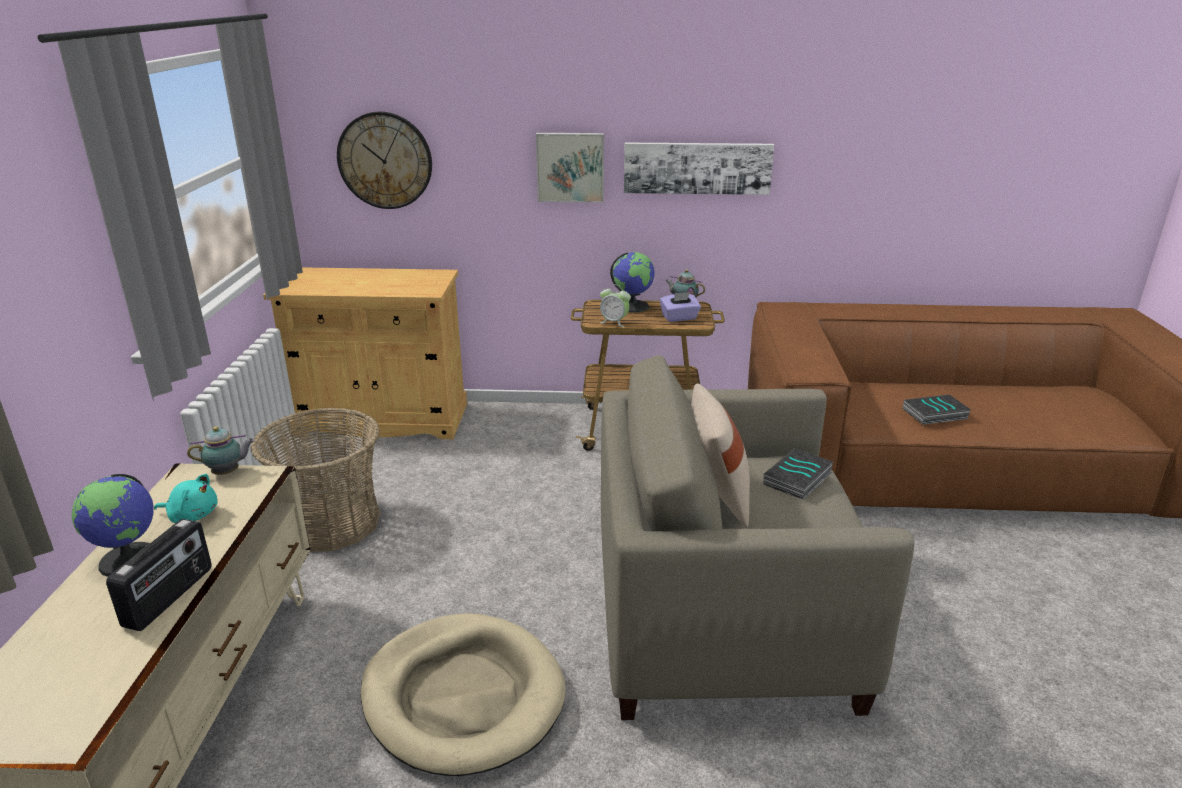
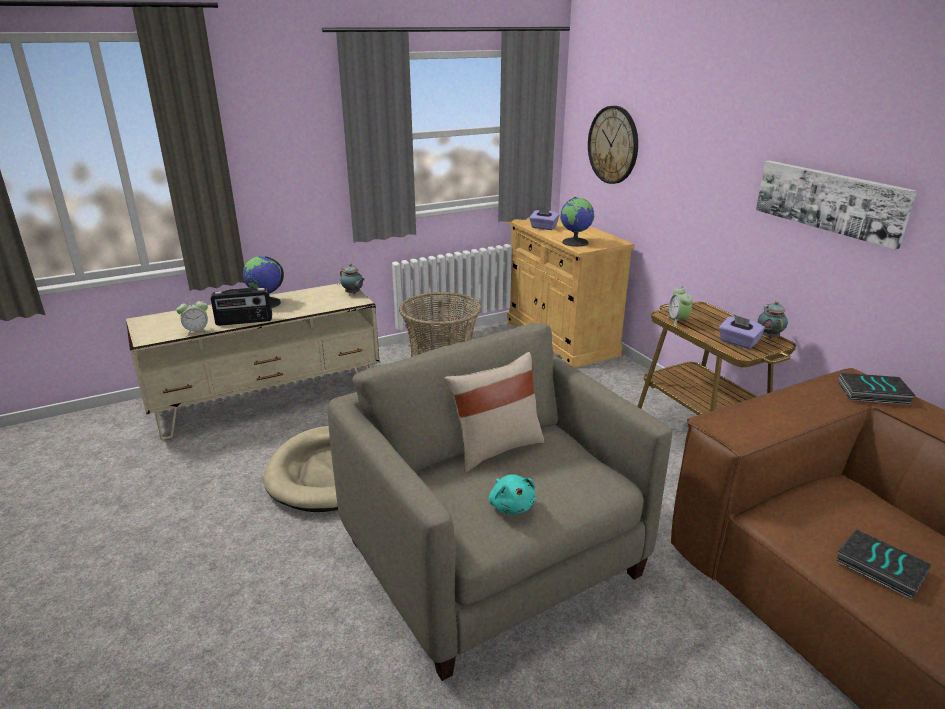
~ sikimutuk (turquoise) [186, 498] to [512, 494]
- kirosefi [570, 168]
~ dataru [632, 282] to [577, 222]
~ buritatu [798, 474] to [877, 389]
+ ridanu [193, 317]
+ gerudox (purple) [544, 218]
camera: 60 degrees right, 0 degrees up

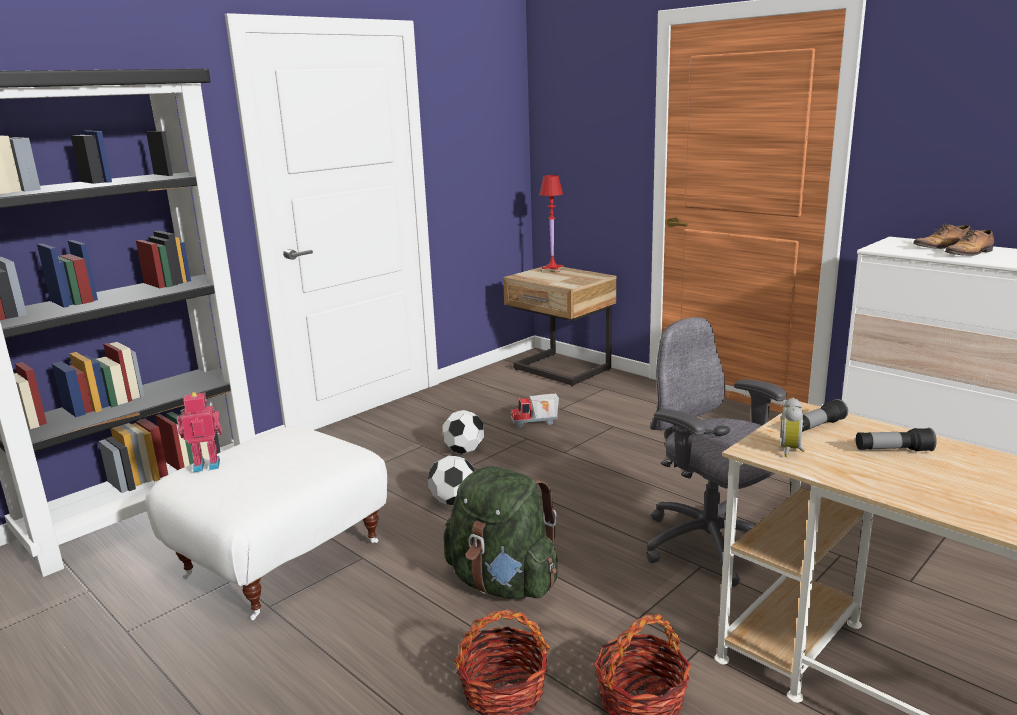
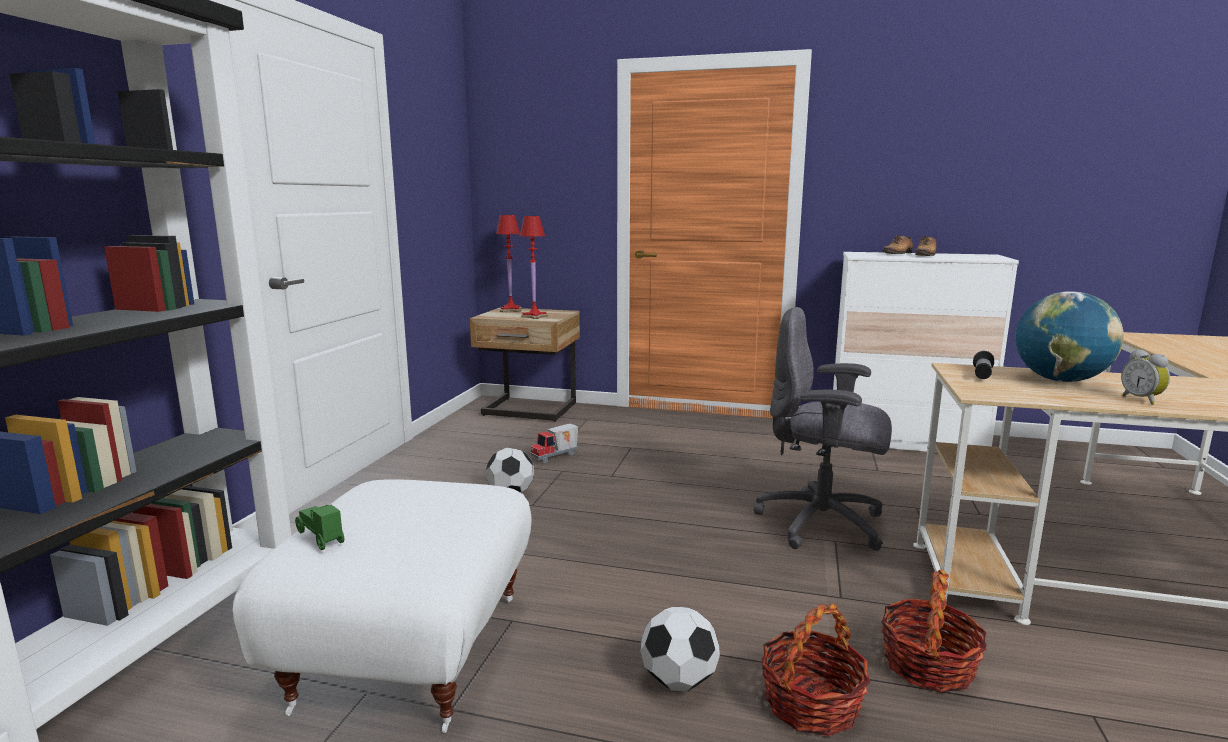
~ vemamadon [199, 432] to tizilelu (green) [319, 527]
~ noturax [451, 480] to [680, 649]
- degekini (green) [501, 532]
~ ridanu [792, 427] to [1145, 377]
~ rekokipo [896, 439] to dataru [1069, 336]
+ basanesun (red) [533, 267]
camera: 30 degrees left, 5 degrees down

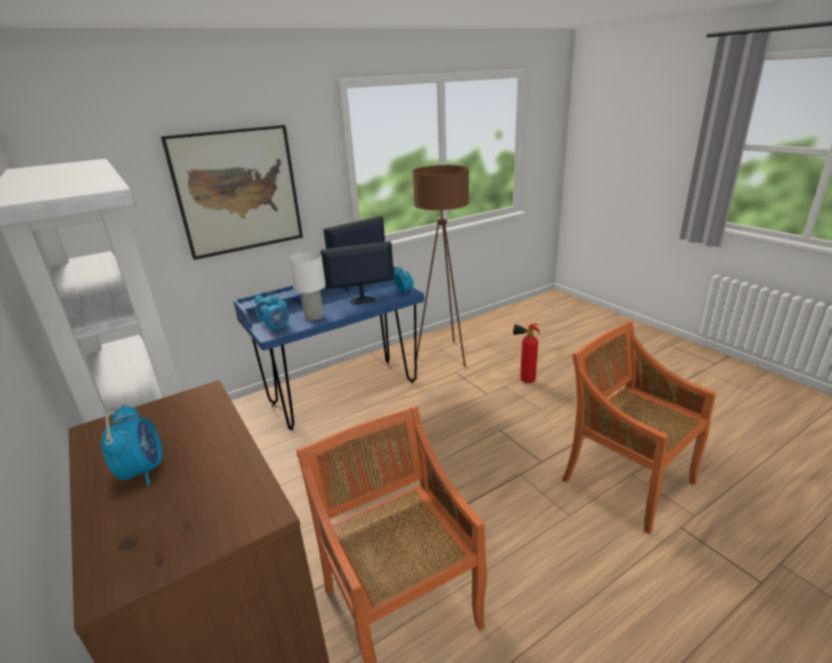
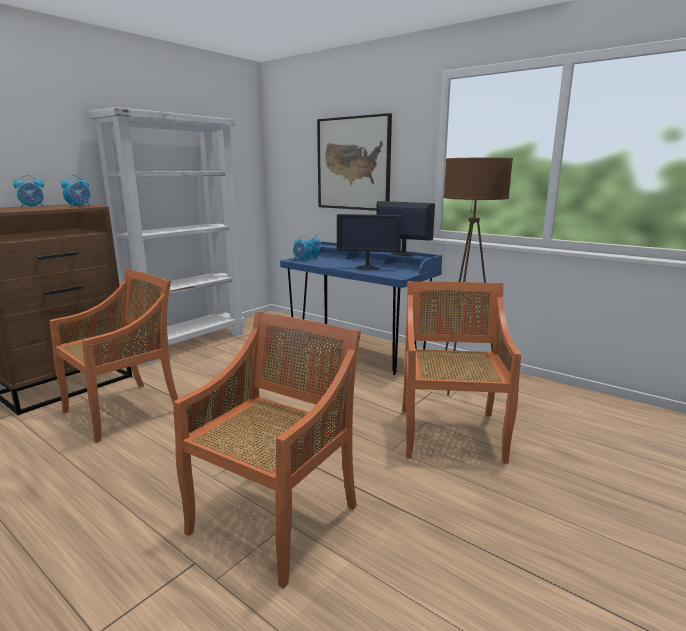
- basanesun (white) [307, 286]
~ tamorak [357, 273] = [369, 242] 135 degrees clockwise
~ ridanu [404, 279] to [76, 191]
~ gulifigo [526, 353] to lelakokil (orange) [462, 372]
camera: 70 degrees right, 10 degrees down

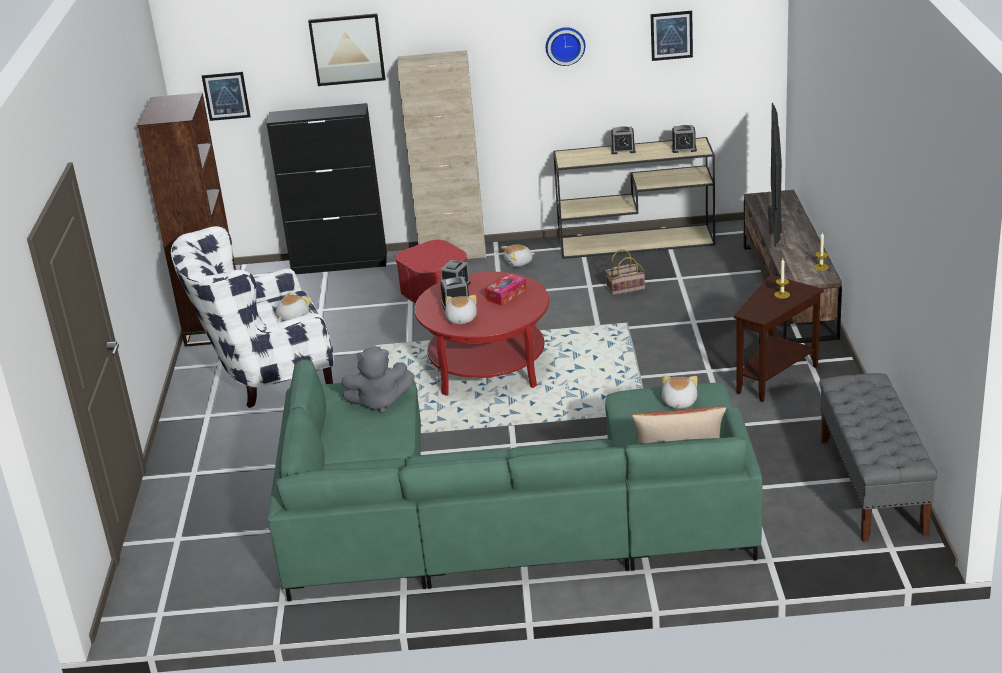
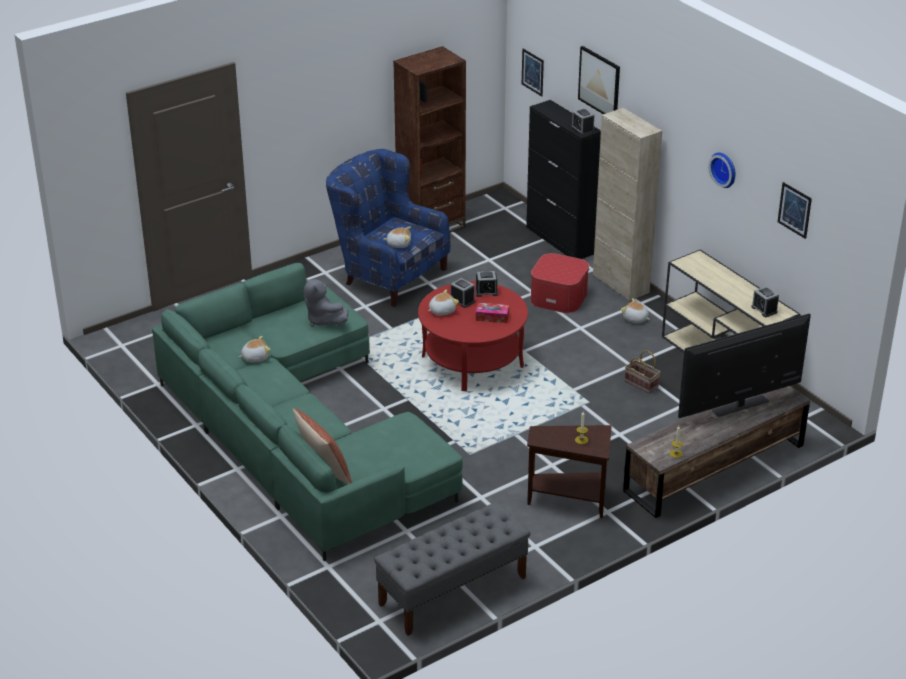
~ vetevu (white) [252, 317] to vetevu (blue) [388, 228]
~ ridanu [623, 140] to [582, 121]
~ sikimutuk [680, 392] to [254, 349]
camera: 55 degrees right, 5 degrees up

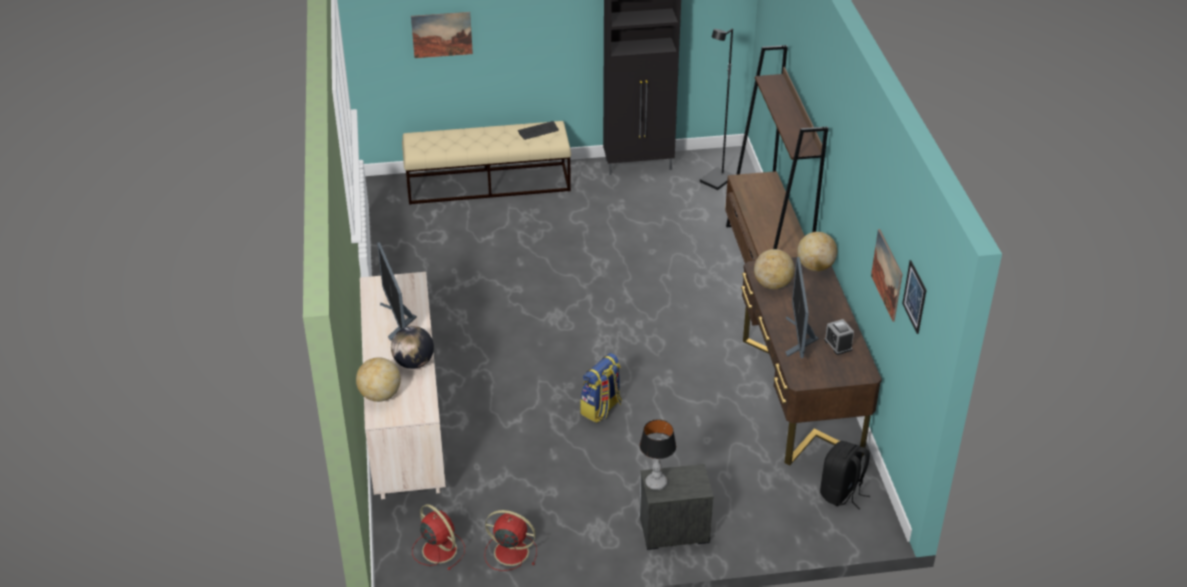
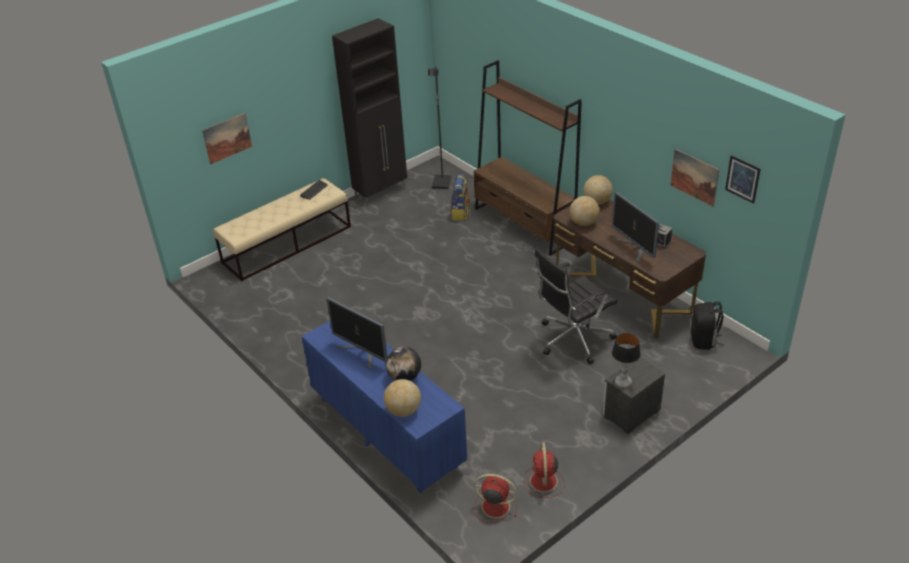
~ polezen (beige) [403, 385] to polezen (blue) [384, 407]
~ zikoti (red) [511, 540] = [544, 470] 75 degrees counterclockwise
~ degekini [601, 388] to [460, 197]
+ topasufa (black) [575, 306]
camera: 30 degrees left, 0 degrees up

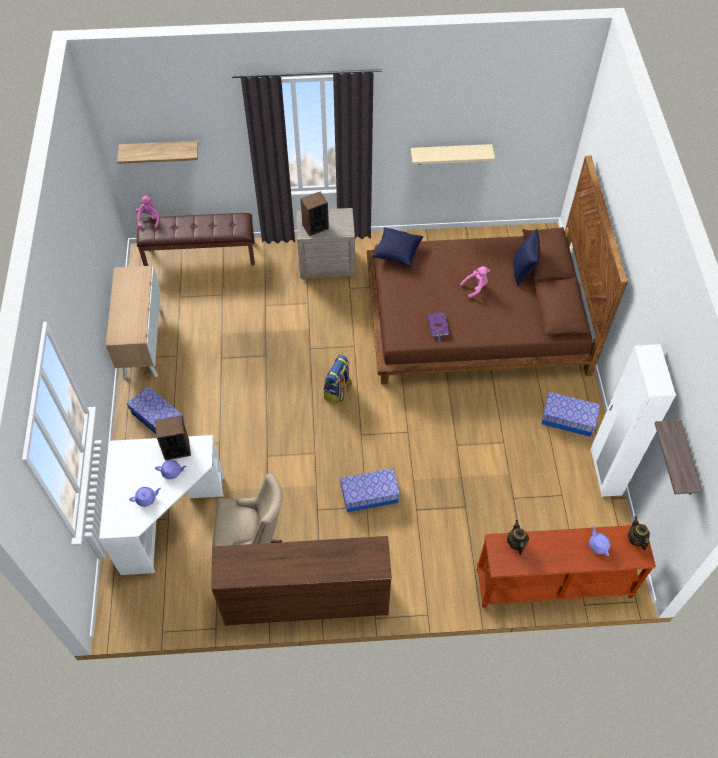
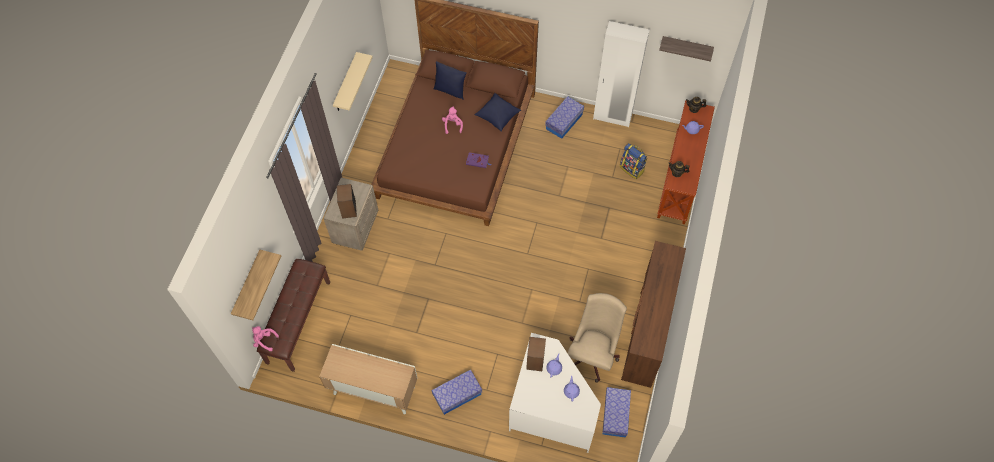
~ degekini [338, 379] to [633, 161]
~ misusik [370, 490] to [616, 412]
~ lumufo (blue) [397, 247] to [498, 112]
camera: 70 degrees left, 5 degrees up

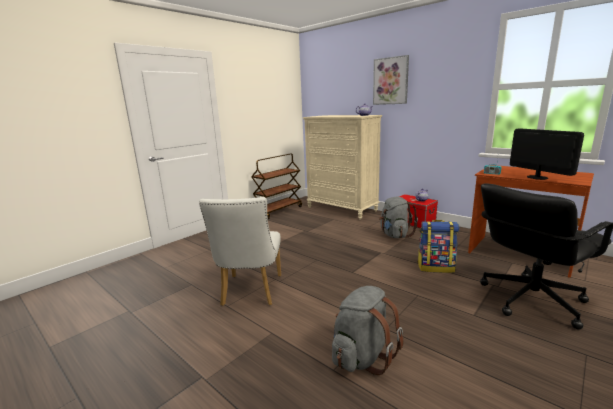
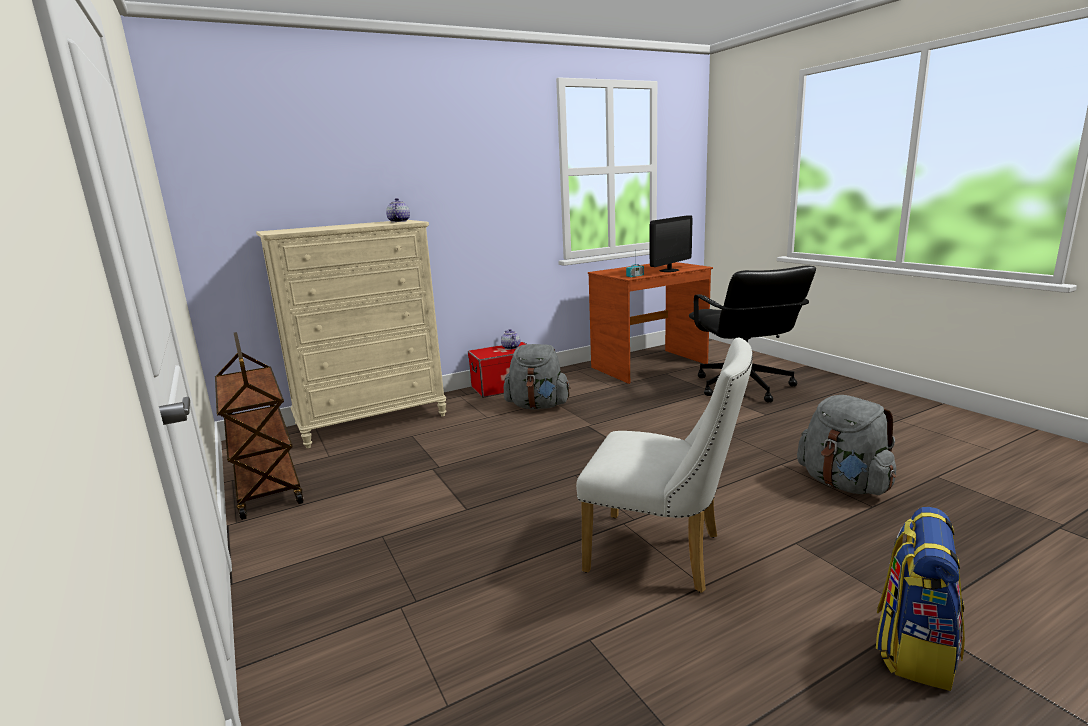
- kirosefi [391, 80]
~ degekini [438, 246] to [920, 599]
~ tamorak [547, 154] = [671, 243] 135 degrees clockwise
camera: 70 degrees left, 0 degrees up

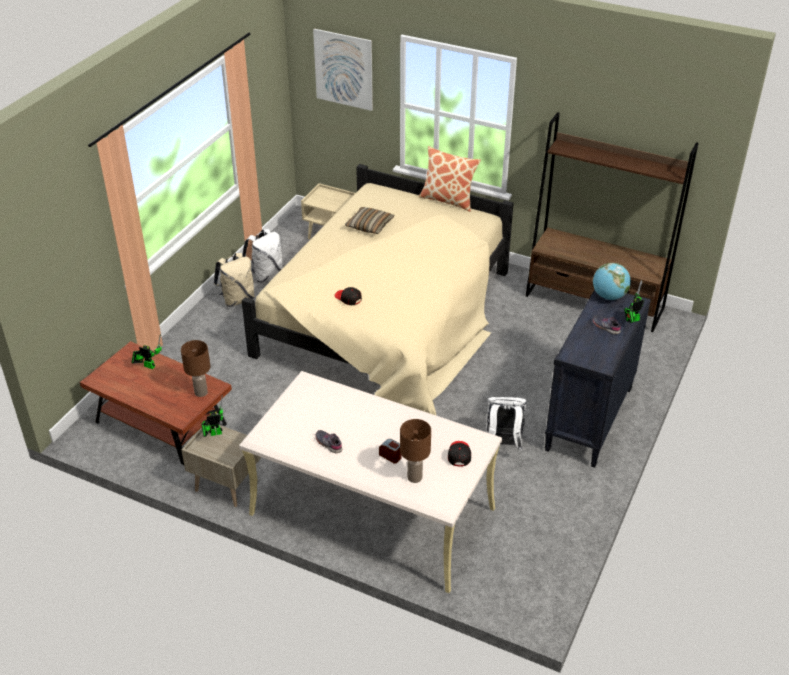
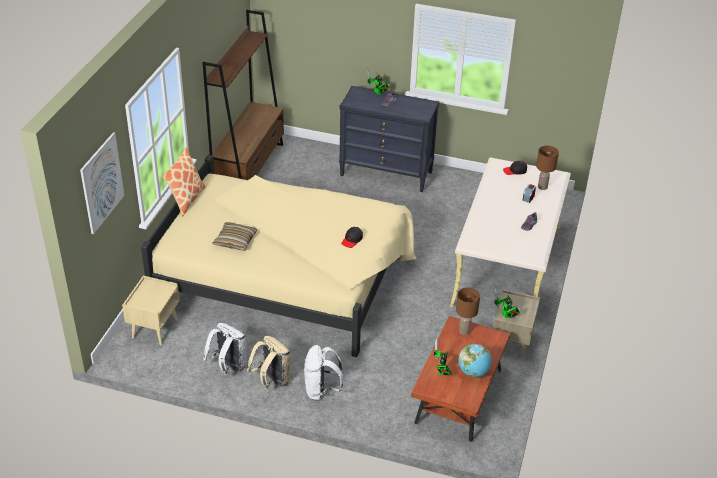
~ degekini (white) [506, 424] to [323, 373]
~ dataru [612, 281] to [475, 360]
camera: 100 degrees left, 0 degrees up

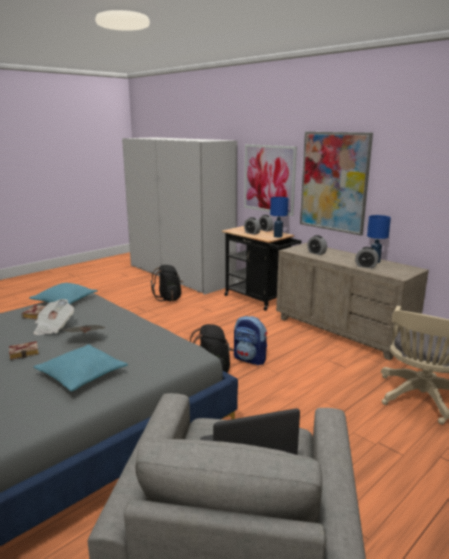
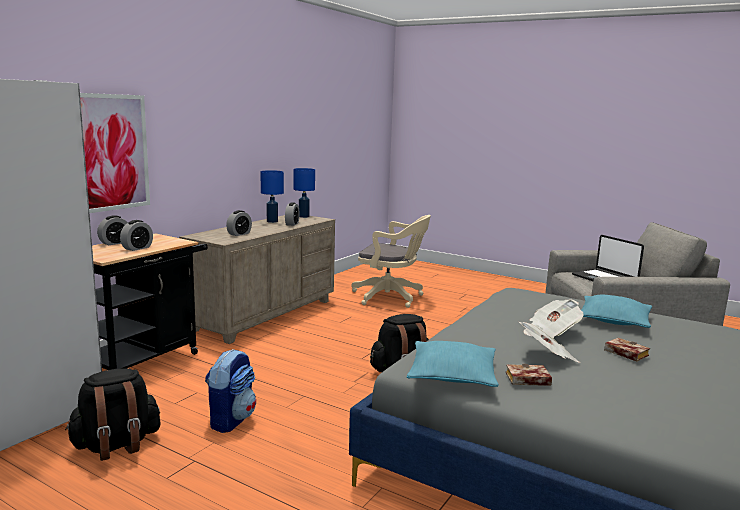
~ degekini [250, 340] to [230, 391]
~ basanesun (blue) [279, 217] to [304, 193]
- kirosefi [336, 184]
camera: 105 degrees left, 5 degrees down

